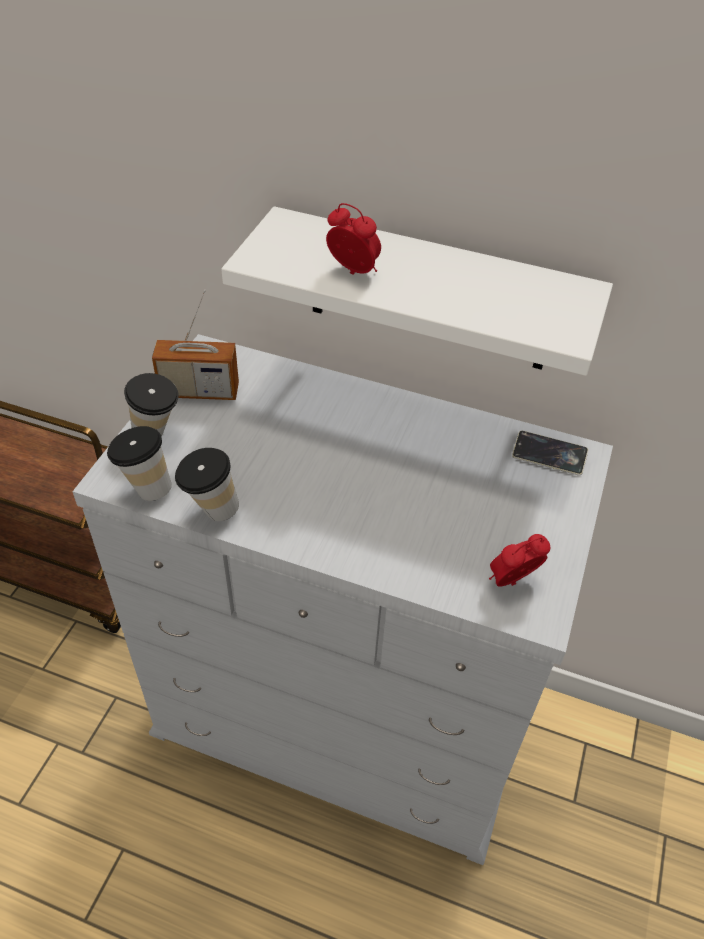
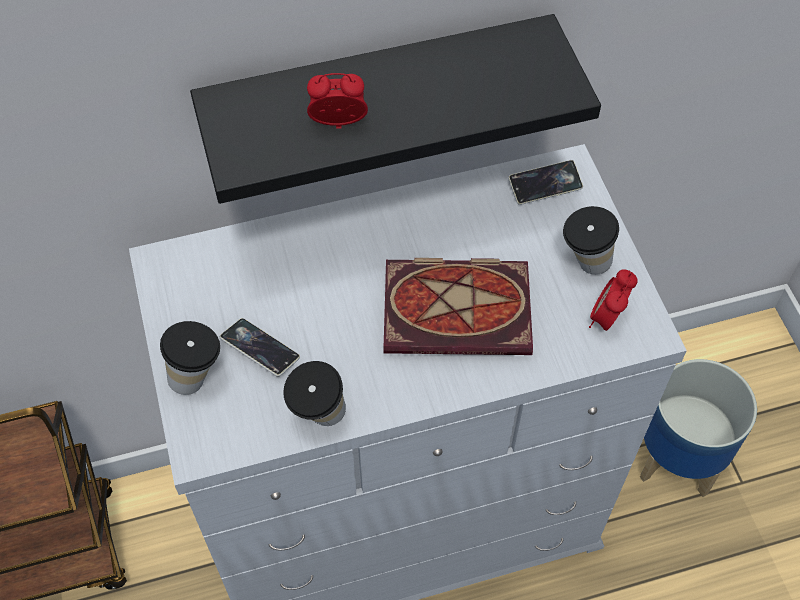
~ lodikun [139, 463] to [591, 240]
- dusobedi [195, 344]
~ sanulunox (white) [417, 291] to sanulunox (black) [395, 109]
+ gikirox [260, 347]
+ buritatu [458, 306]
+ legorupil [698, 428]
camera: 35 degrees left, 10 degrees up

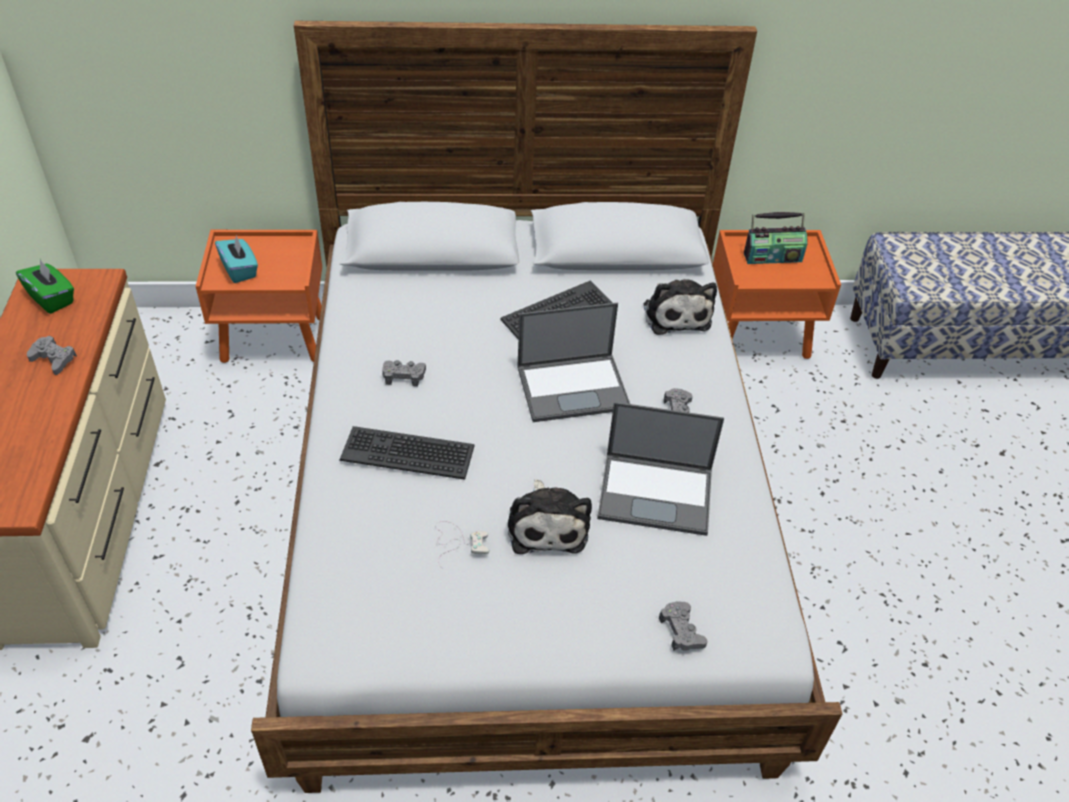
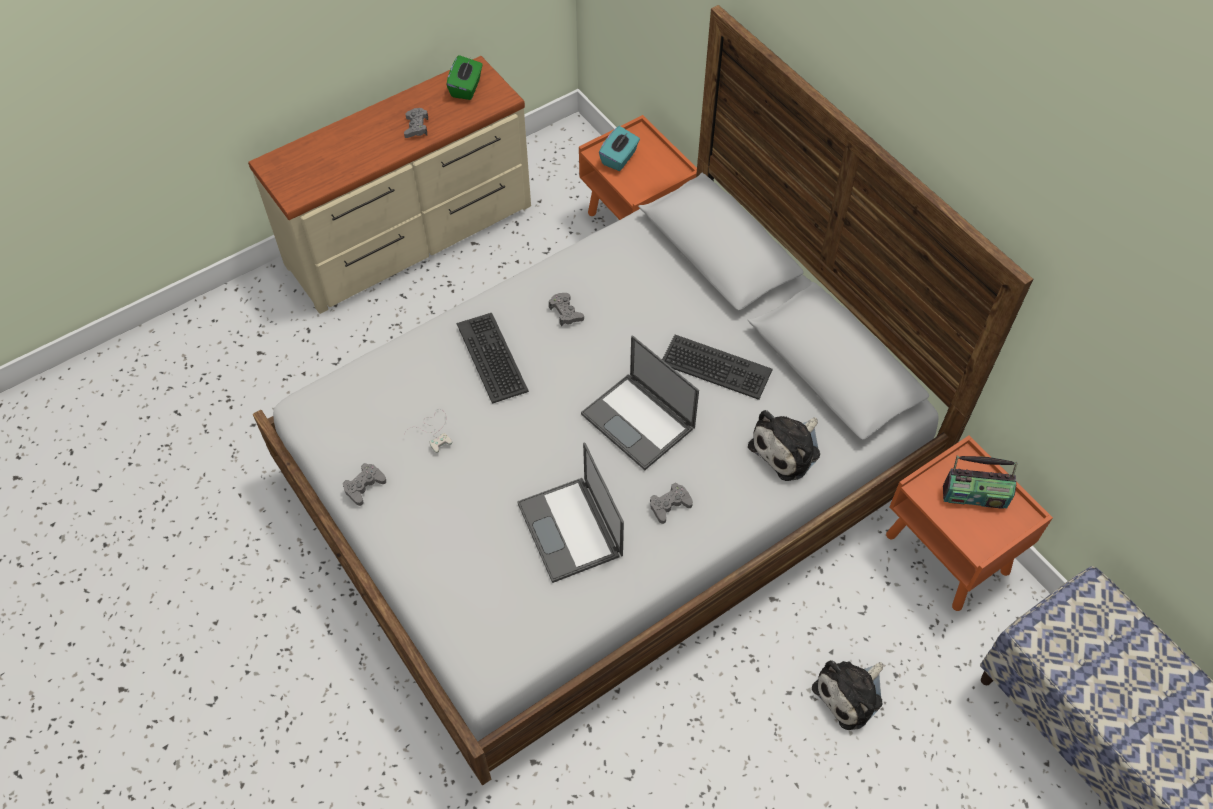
~ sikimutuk [550, 516] to [847, 695]
~ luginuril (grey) [683, 626] to [364, 484]
~ dusobedi [776, 238] = [980, 482] 45 degrees counterclockwise
camera: 60 degrees right, 10 degrees up

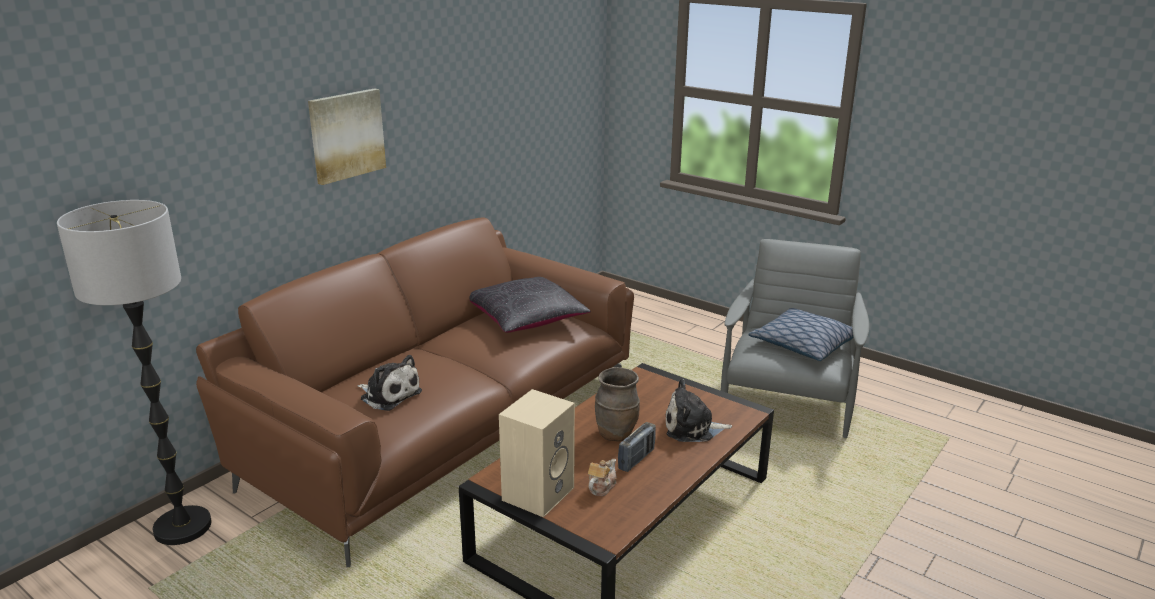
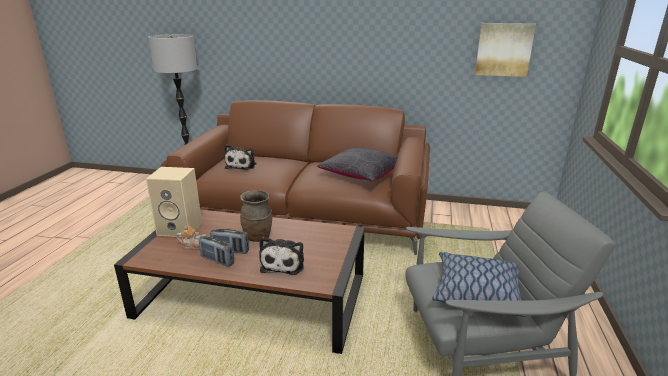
~ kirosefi [347, 136] to [505, 50]
~ sikimutuk [699, 410] = [281, 256] 150 degrees counterclockwise
+ dusobedi [216, 251]
camera: 65 degrees right, 0 degrees up

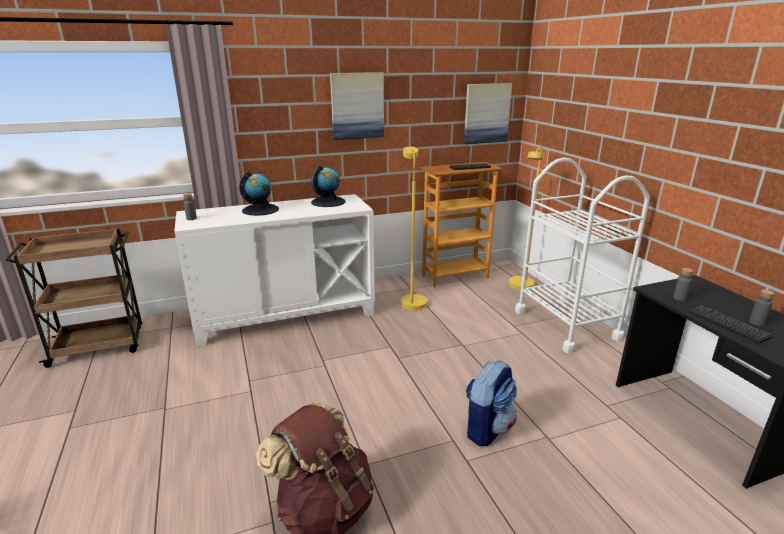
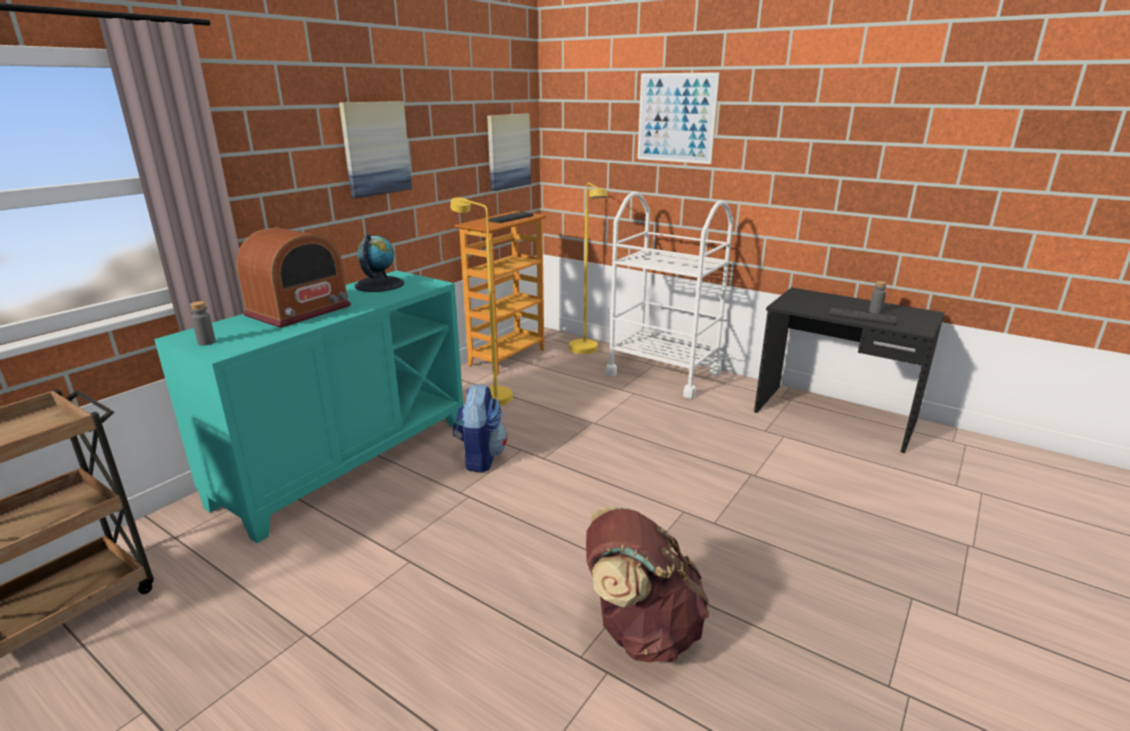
~ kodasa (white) [274, 270] to kodasa (turquoise) [308, 406]
~ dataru [259, 193] to dusobedi [293, 278]
~ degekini [491, 403] to [480, 428]
- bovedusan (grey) [683, 284]
+ kirosefi [678, 118]
camera: 35 degrees left, 0 degrees up

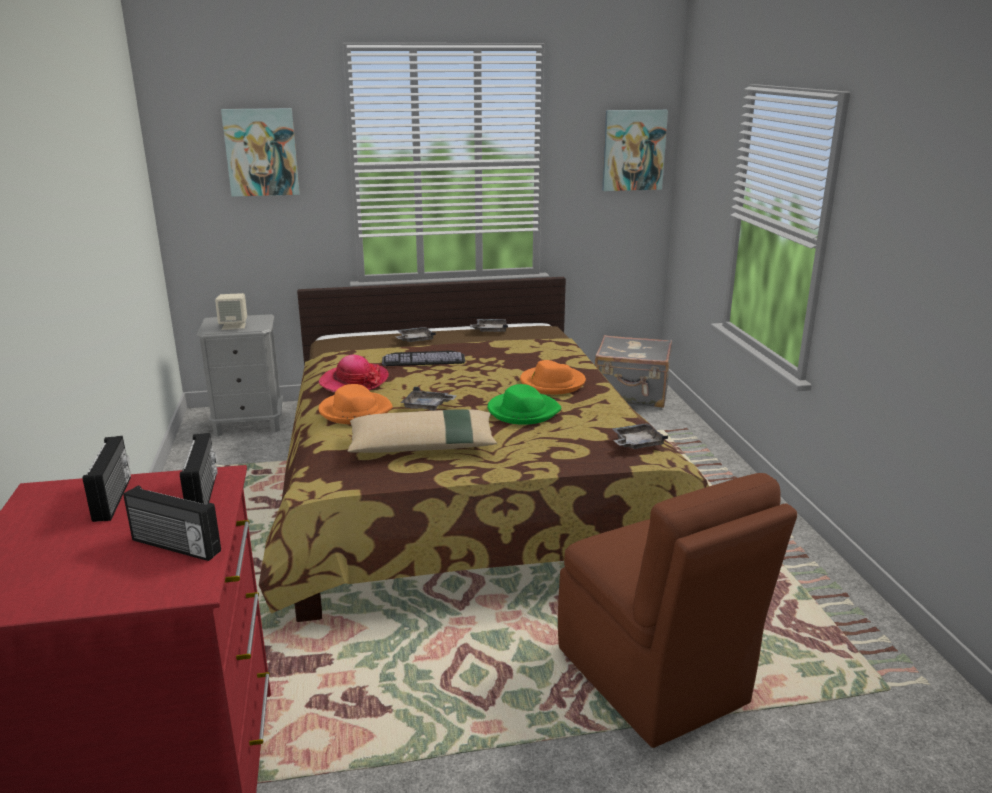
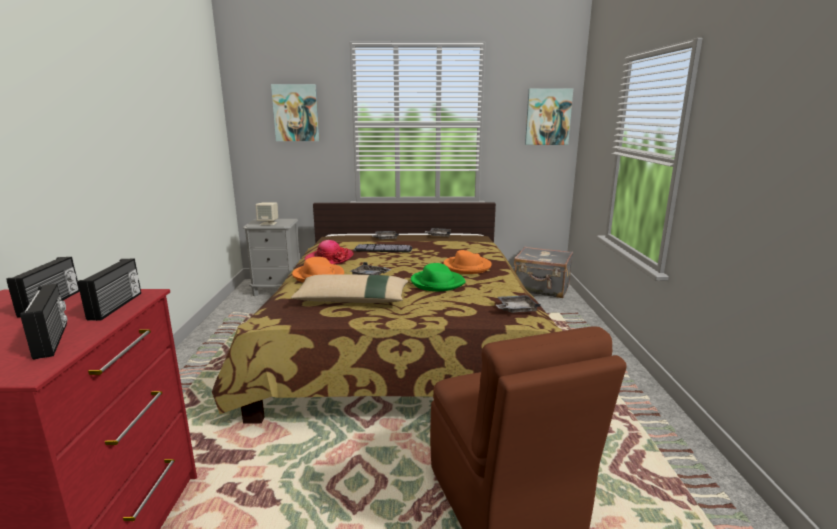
~ dusobedi [172, 523] = [44, 321] 150 degrees counterclockwise
camera: 10 degrees right, 5 degrees down

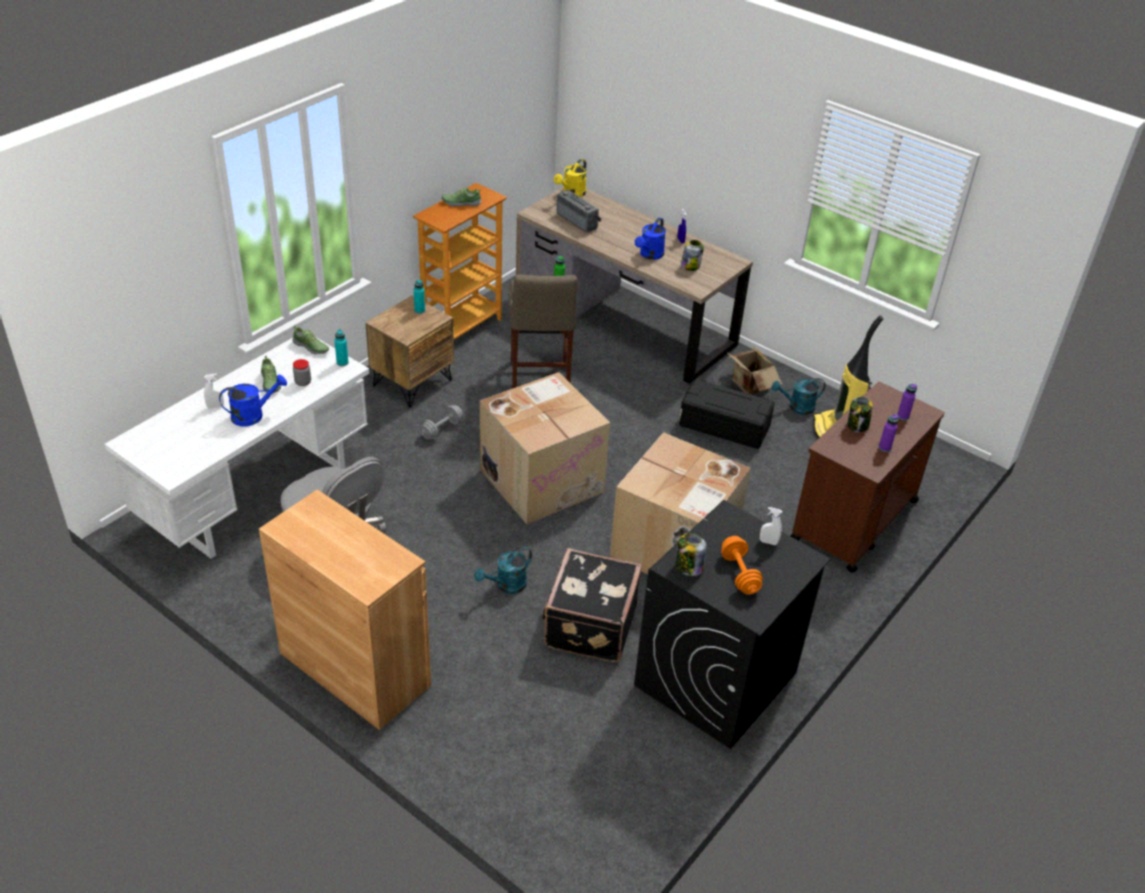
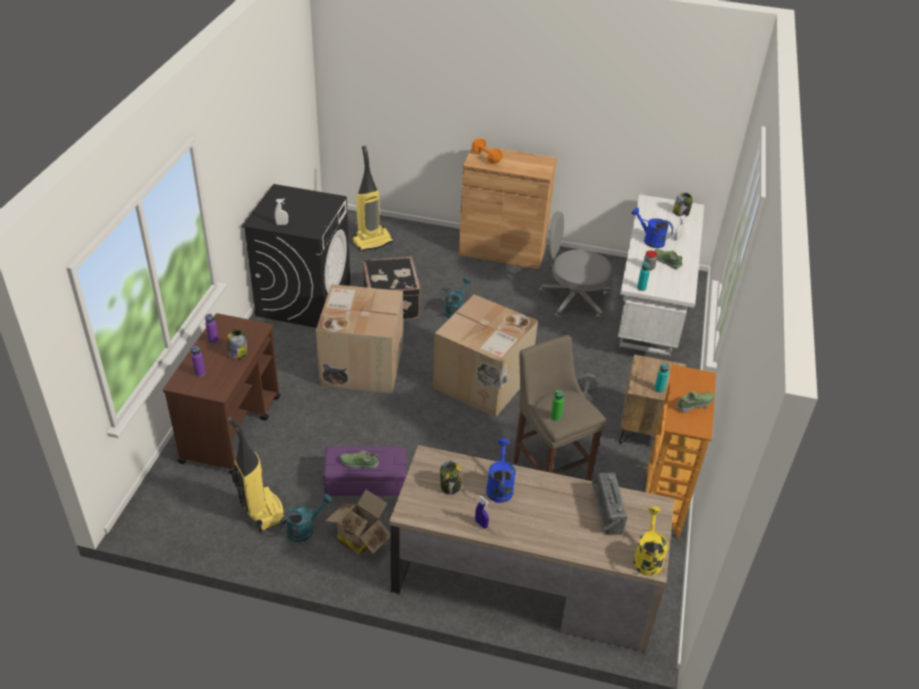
~ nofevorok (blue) [253, 400] = [652, 228] 90 degrees clockwise
~ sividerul [310, 340] to [359, 459]
~ dusobedi [579, 211] = [609, 504] 60 degrees clockwise
~ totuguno [691, 554] to [683, 205]
~ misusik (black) [727, 414] to misusik (purple) [365, 471]
~ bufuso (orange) [742, 565] to [487, 150]
+ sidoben [372, 198]
camera: 155 degrees right, 0 degrees up

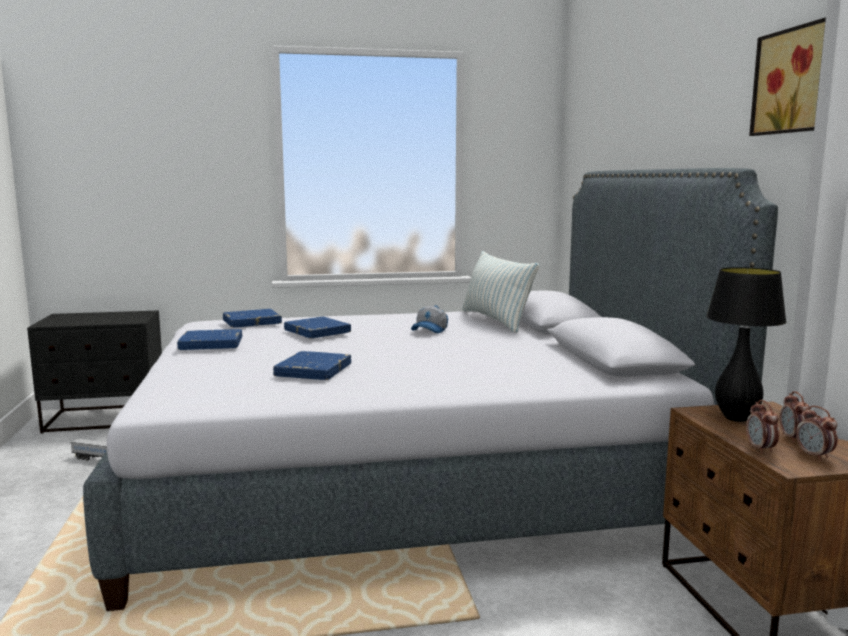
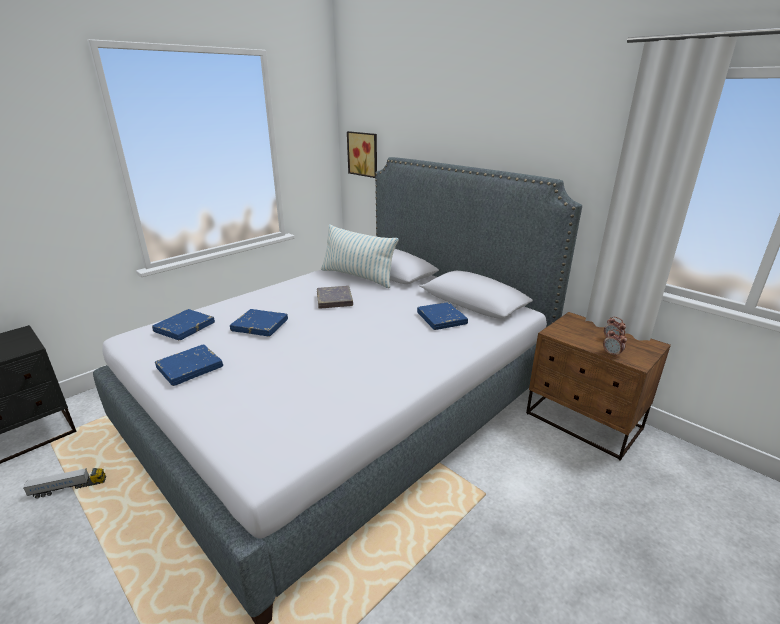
~ buritatu (blue) [312, 365] to [442, 316]
~ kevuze [429, 320] to buritatu (grey) [335, 297]
- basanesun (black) [746, 344]
~ kirosefi [787, 76] to [362, 154]
- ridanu [817, 433]
camera: 35 degrees left, 15 degrees up

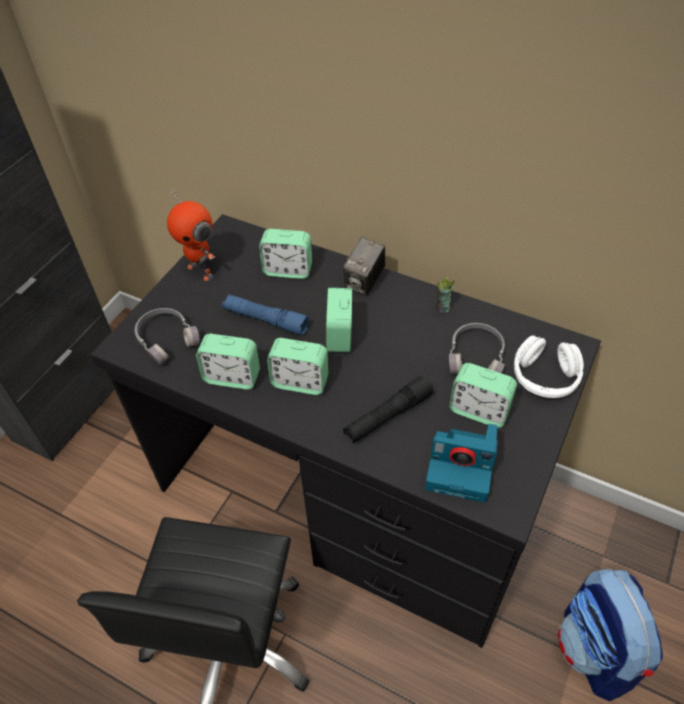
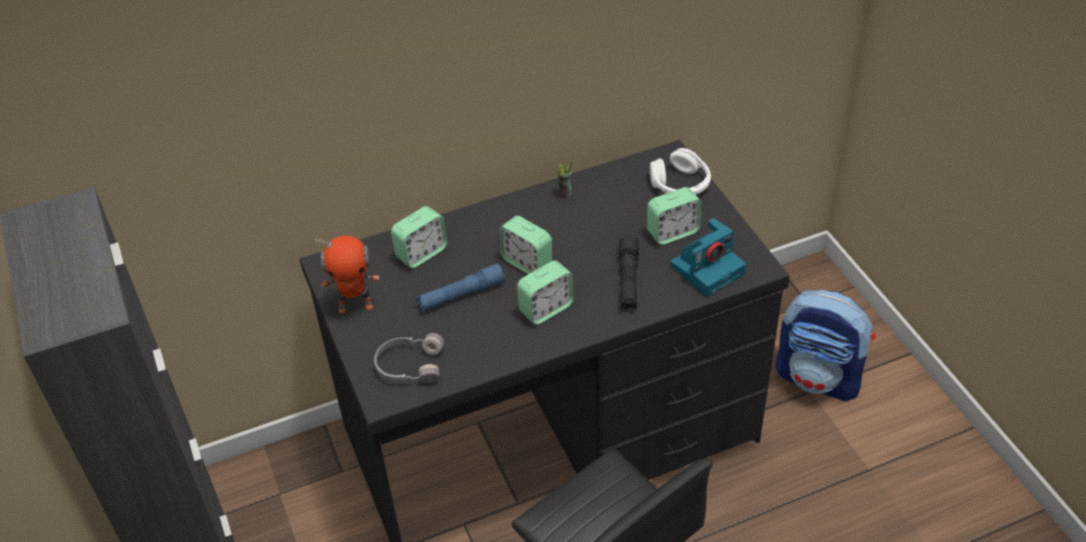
- ridanu [228, 362]
- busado [364, 266]
- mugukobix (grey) [477, 348]
camera: 50 degrees left, 5 degrees down

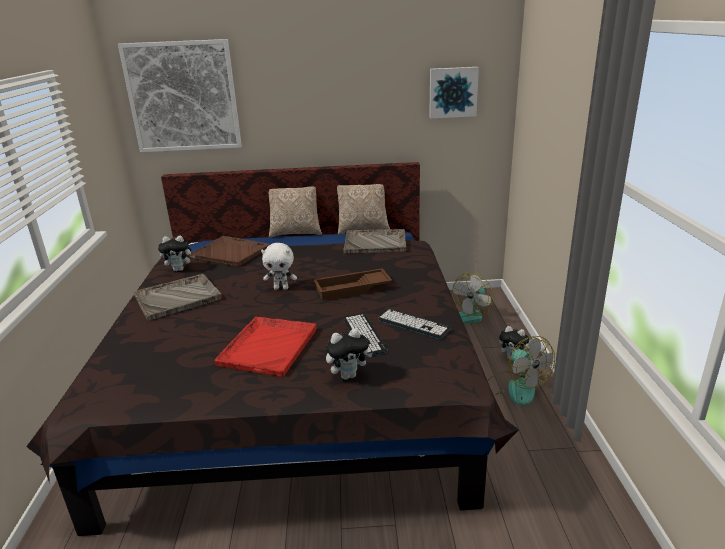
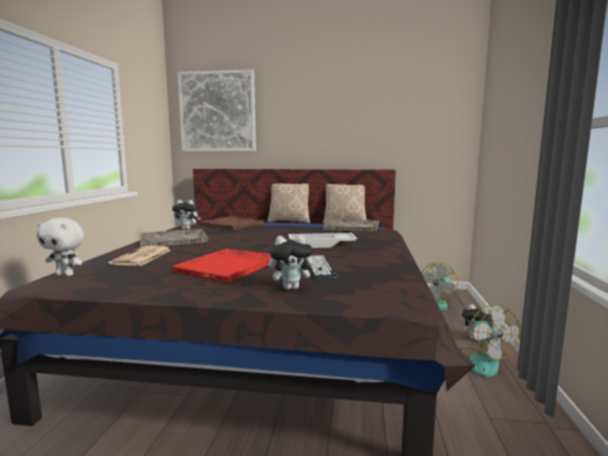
~ sikimutuk (white) [279, 266] to [60, 247]
~ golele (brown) [353, 284] to golele (white) [323, 240]
- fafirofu [414, 324]
- kirosefi [454, 93]
+ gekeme [140, 256]
camera: 10 degrees right, 15 degrees down

